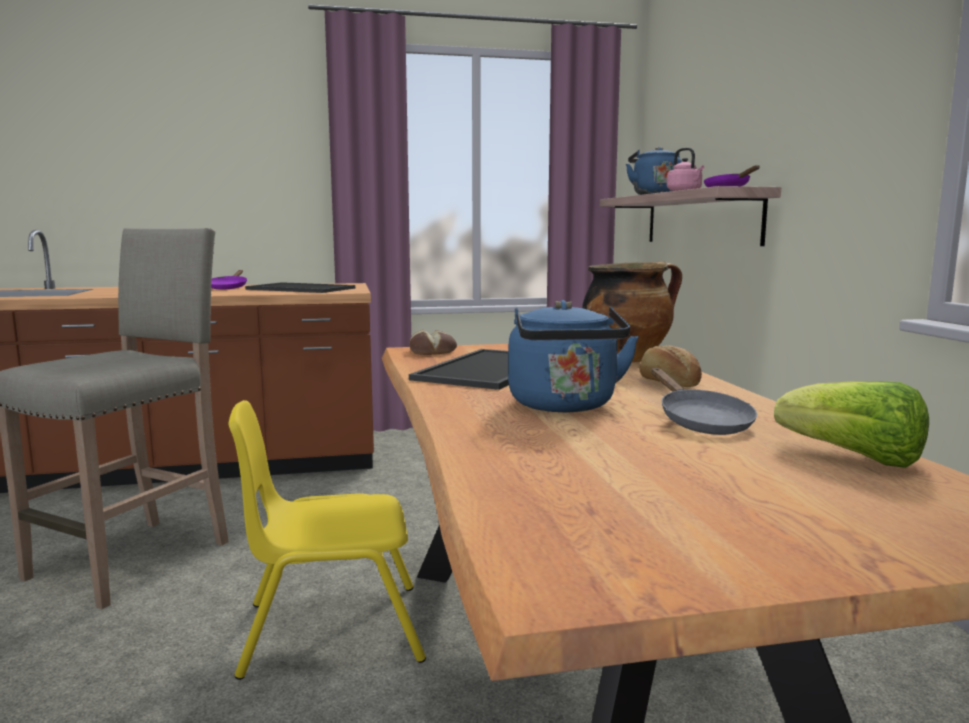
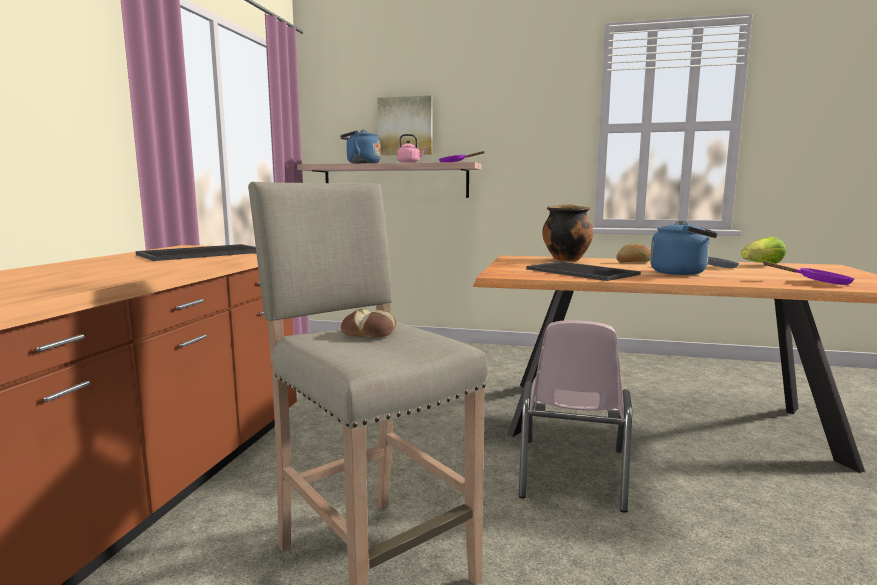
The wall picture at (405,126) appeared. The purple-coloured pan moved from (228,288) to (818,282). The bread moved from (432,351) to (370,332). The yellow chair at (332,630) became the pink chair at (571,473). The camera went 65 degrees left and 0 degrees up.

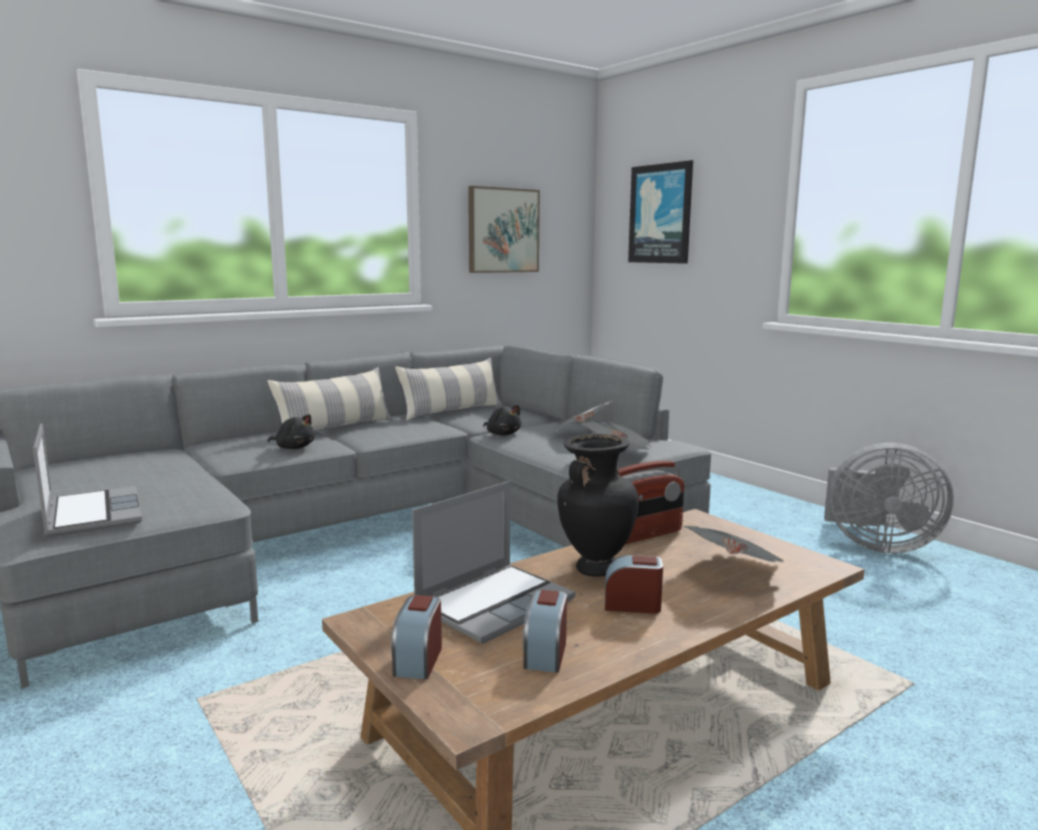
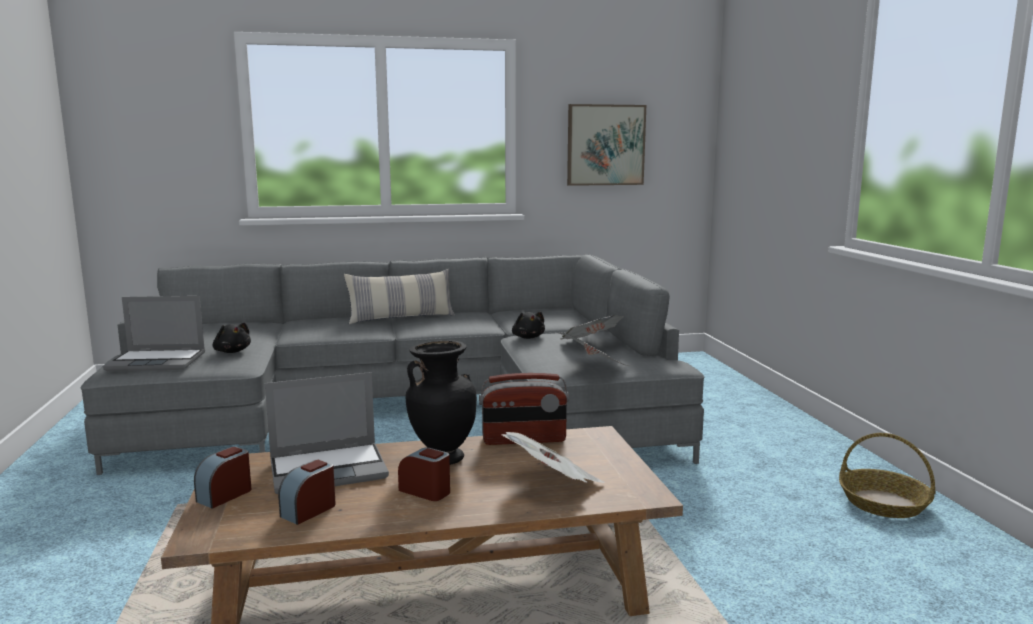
The cushion at (451,412) disappeared. The wall picture at (660,214) disappeared. The blackish cuddly toy moved from (294,447) to (232,351). The gray fan at (876,545) was replaced by the basket at (884,503). The laptop at (91,514) turned 90 degrees clockwise. The camera went 25 degrees right and 0 degrees up.

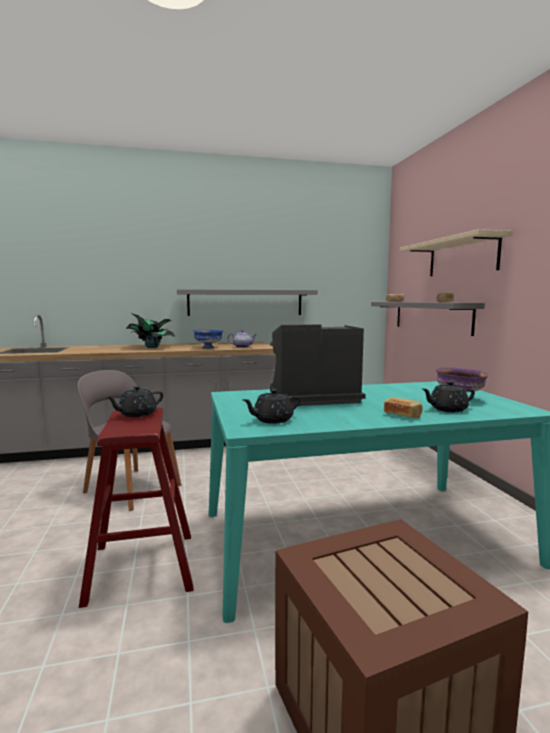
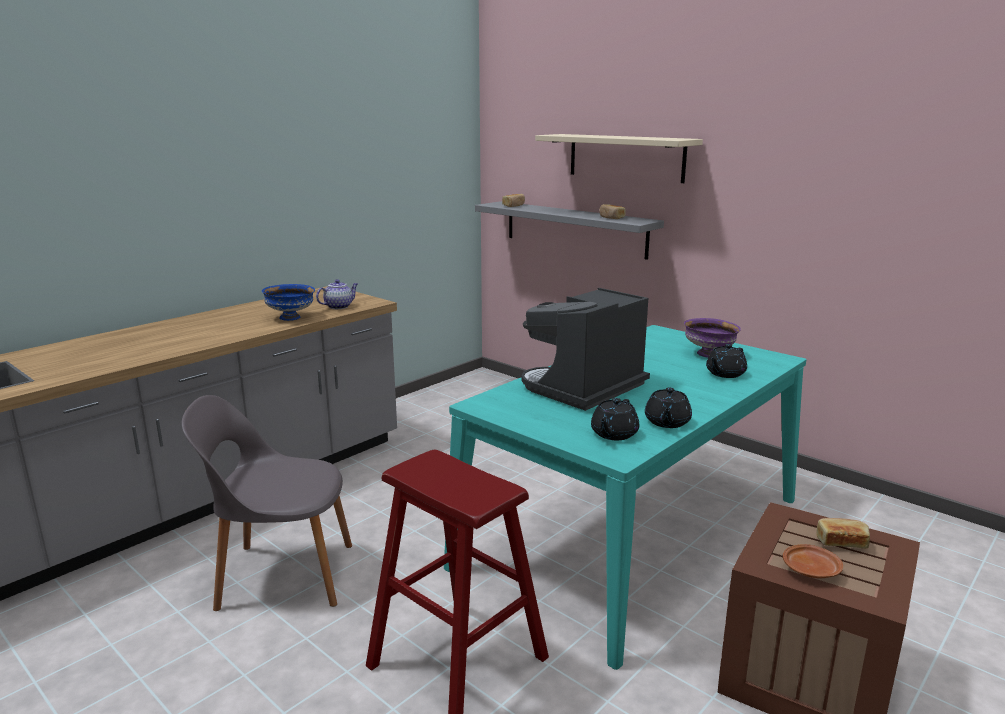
The plant in a pot at (152,347) disappeared. The gray wall shelf at (245,302) disappeared. The brownish flat dish at (811,570) appeared. The blackish teapot moved from (137,414) to (667,422). The bread moved from (402,415) to (841,542). The camera went 35 degrees left and 10 degrees up.

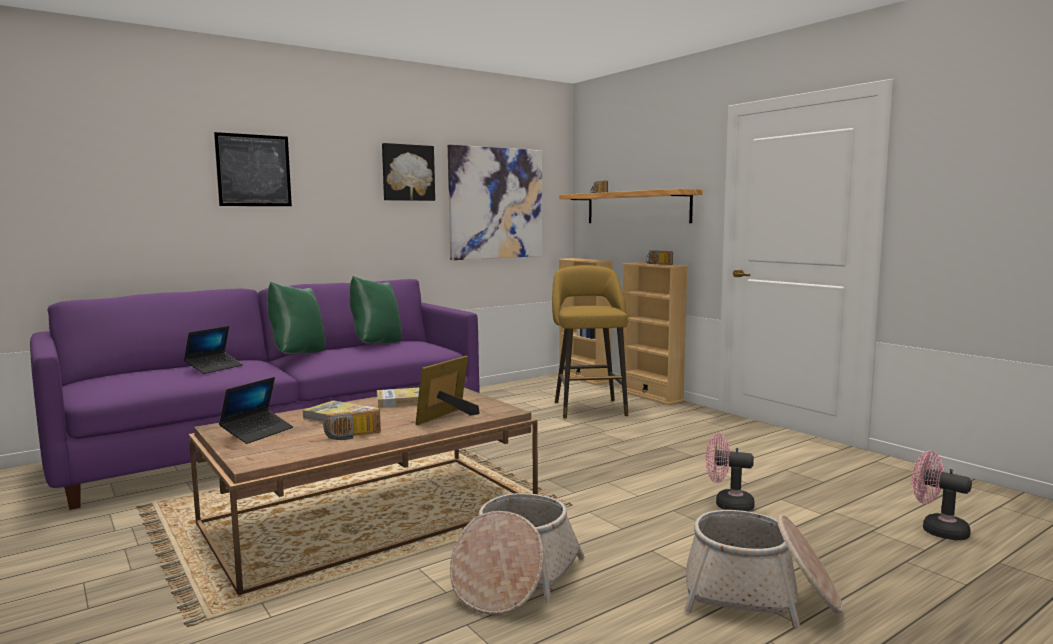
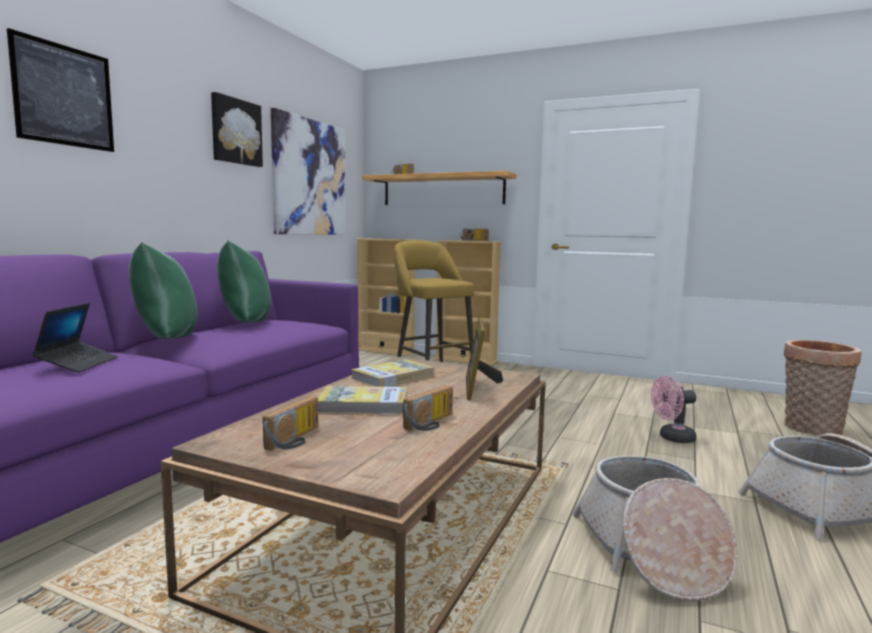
The laptop at (257,432) was replaced by the radio receiver at (296,439). The pink fan at (937,530) was replaced by the basket at (811,430). The camera went 30 degrees left and 0 degrees up.

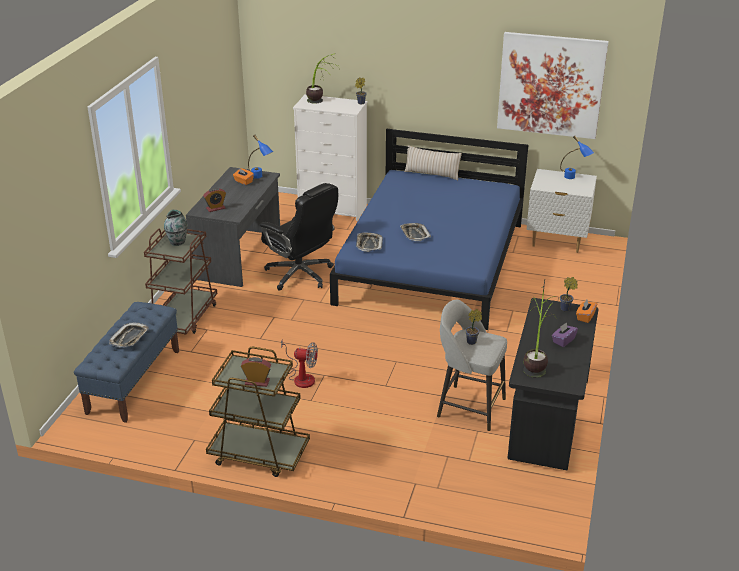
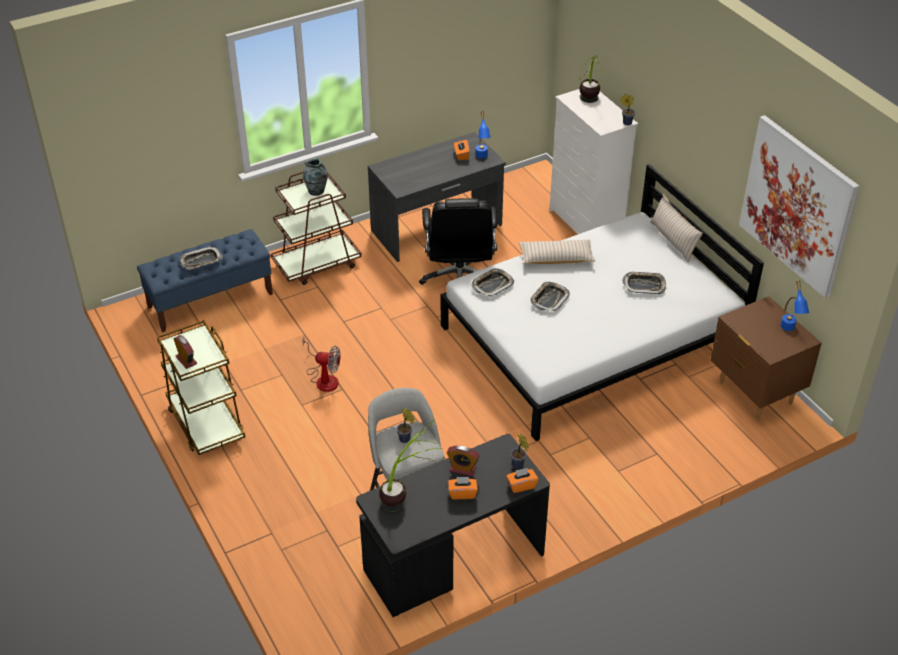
The beige cushion at (556,258) appeared. The serving tray at (644,285) appeared. The bedside clock moved from (215,208) to (462,469). The bluish sleeping bed at (432,262) became the white sleeping bed at (592,339). The white night table at (557,241) became the brownish night table at (754,393). The purple-coloured tissue box at (563,341) became the orange-coloured tissue box at (462,493). The fan at (301,377) turned 45 degrees counterclockwise. The camera went 45 degrees right and 10 degrees up.

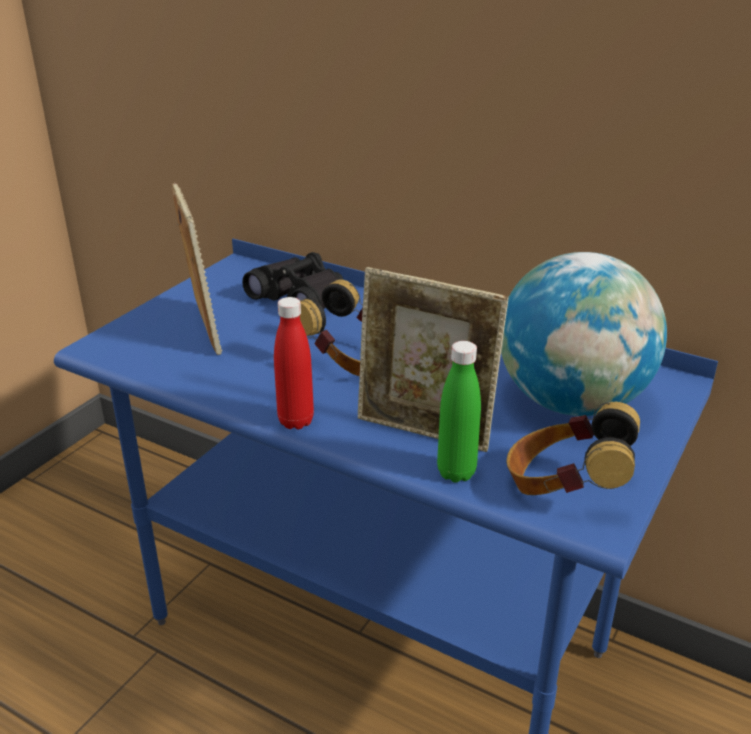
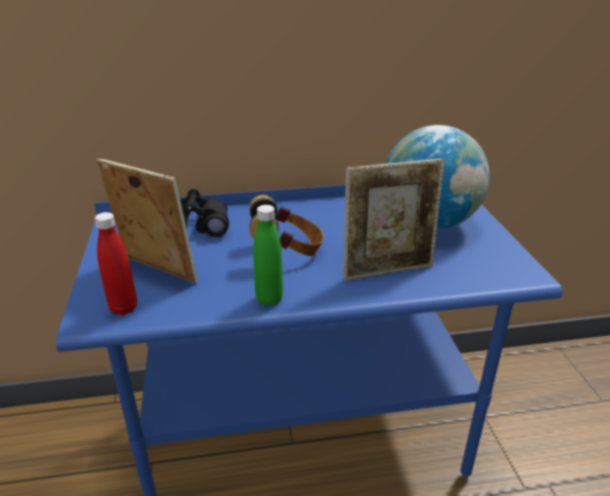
The headphones at (564,488) disappeared. The red-coloured drink bottle moved from (296,421) to (123,308). The green drink bottle moved from (456,472) to (269,299). The camera went 40 degrees left and 0 degrees up.

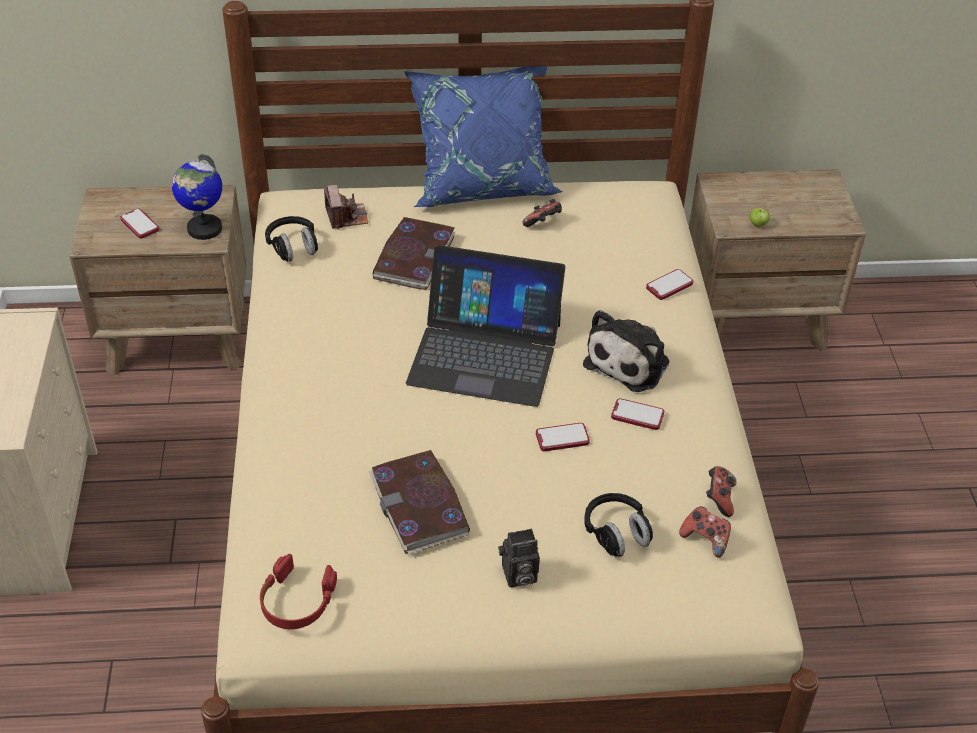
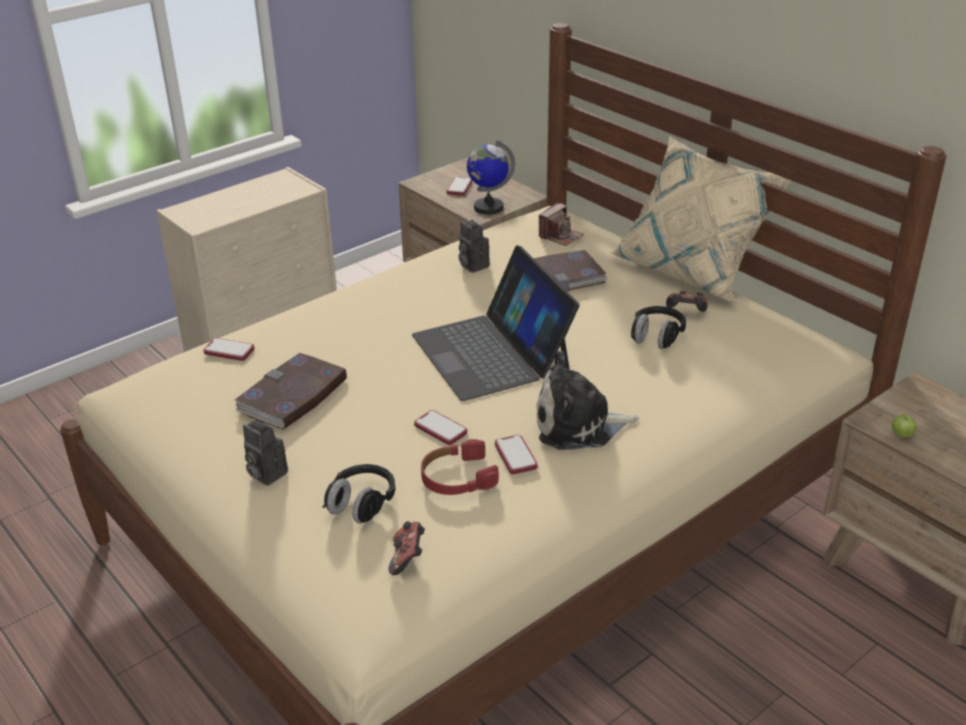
The joypad at (719,499) disappeared. The photo camera at (472,265) appeared. The red-coloured headphones moved from (296,601) to (457,477). The blackish headphones moved from (293,248) to (656,337). The handset moved from (669,286) to (229,351). The bluish cushion at (482,183) became the beige cushion at (692,270). The camera went 55 degrees right and 10 degrees down.

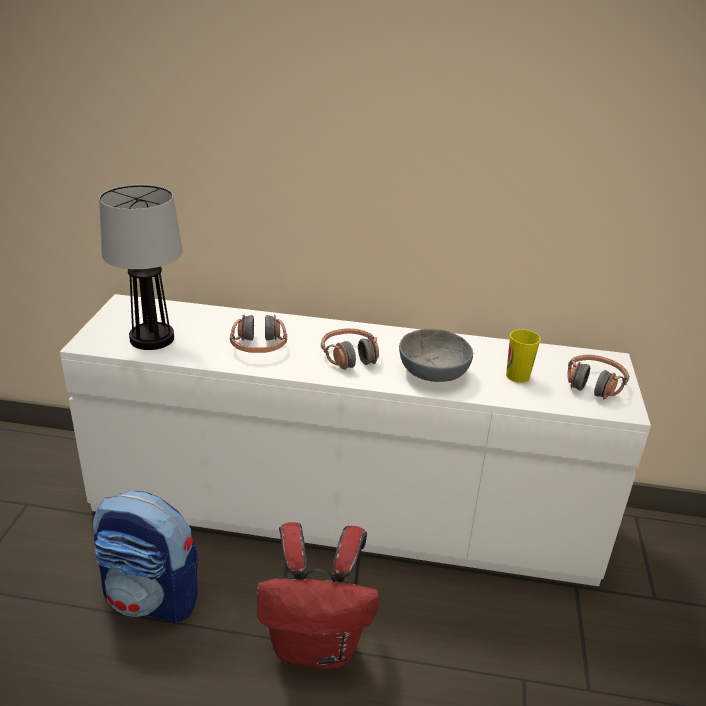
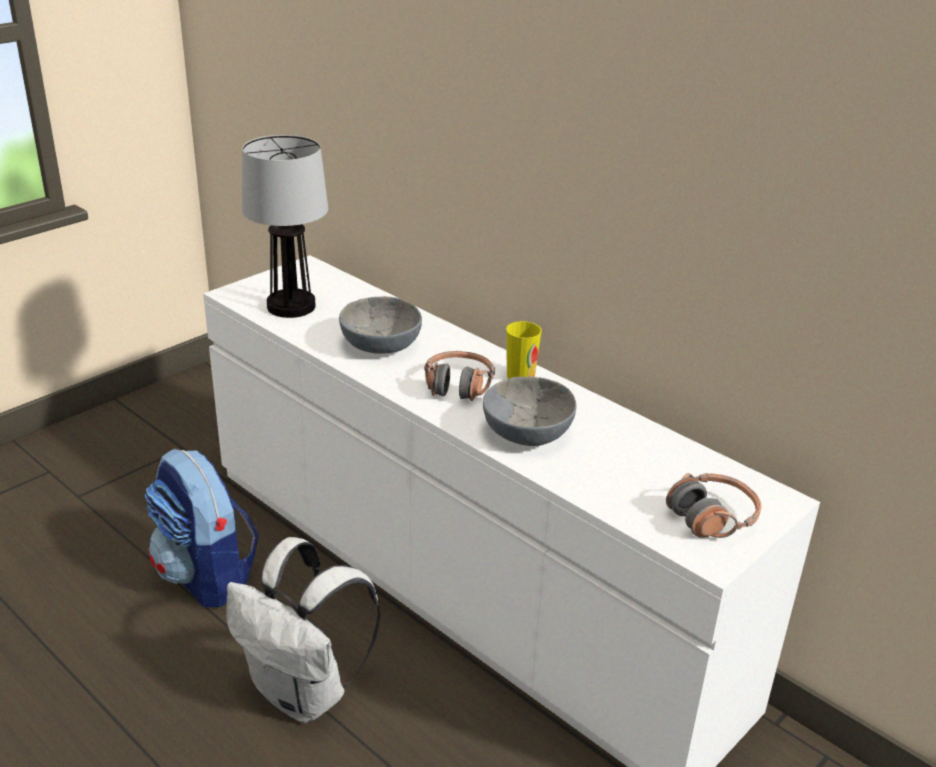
The drinking cup moved from (517,376) to (520,376). The headphones at (259,346) was replaced by the gray serving bowl at (379,345). The red-coloured rucksack at (317,646) became the white rucksack at (304,693). The camera went 35 degrees right and 0 degrees up.

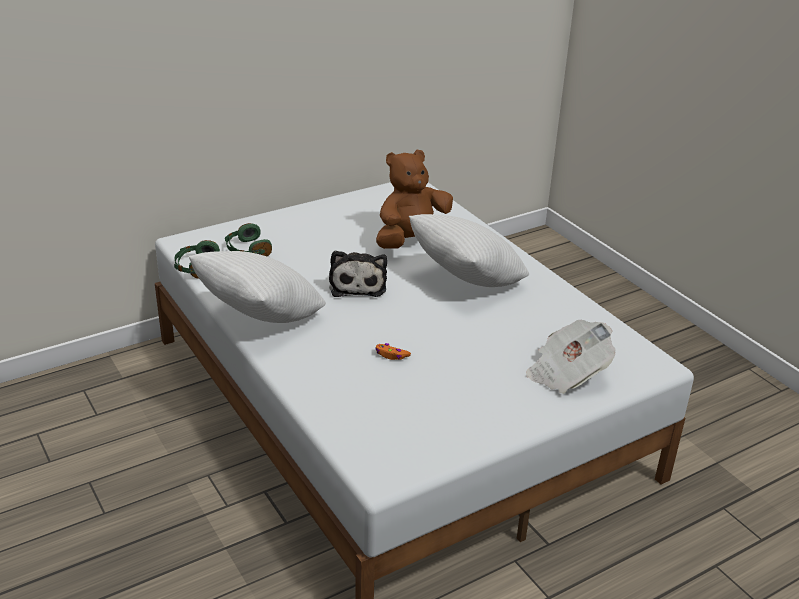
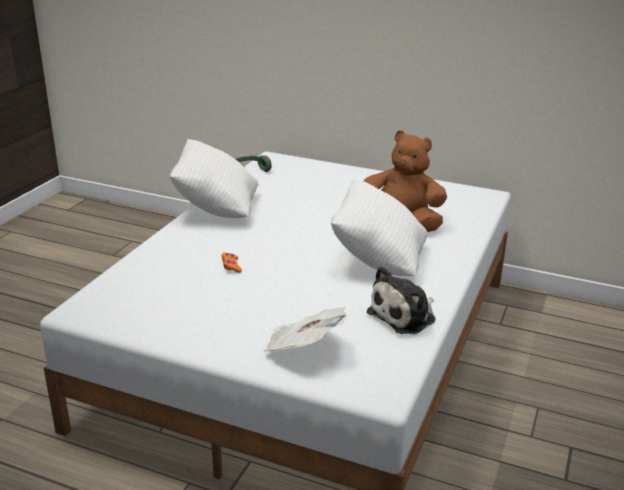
The green headphones at (247,250) disappeared. The cuddly toy moved from (357,284) to (405,316). The camera went 55 degrees right and 5 degrees down.

